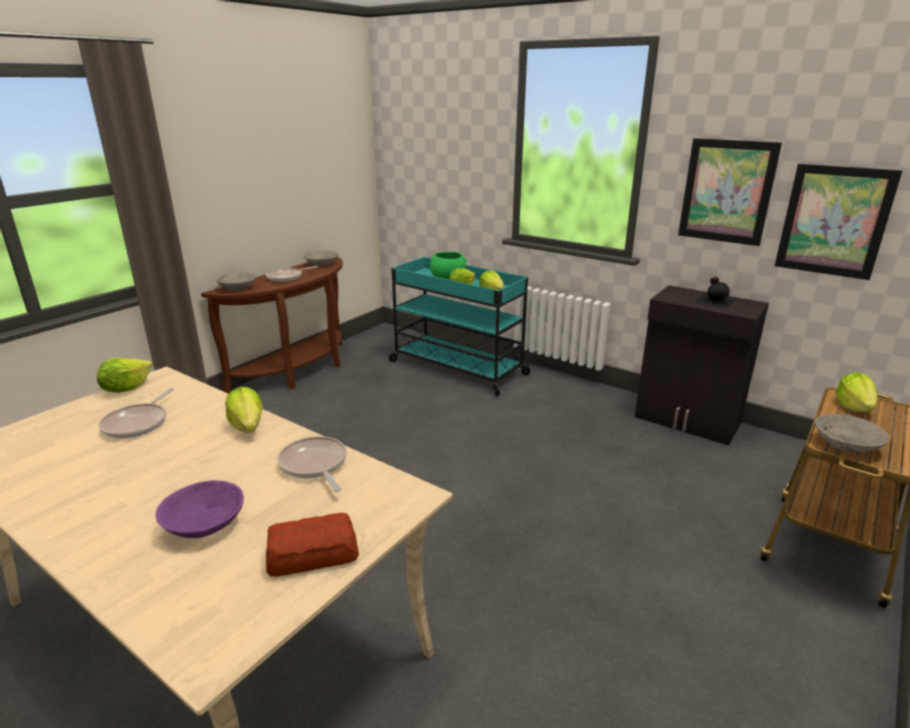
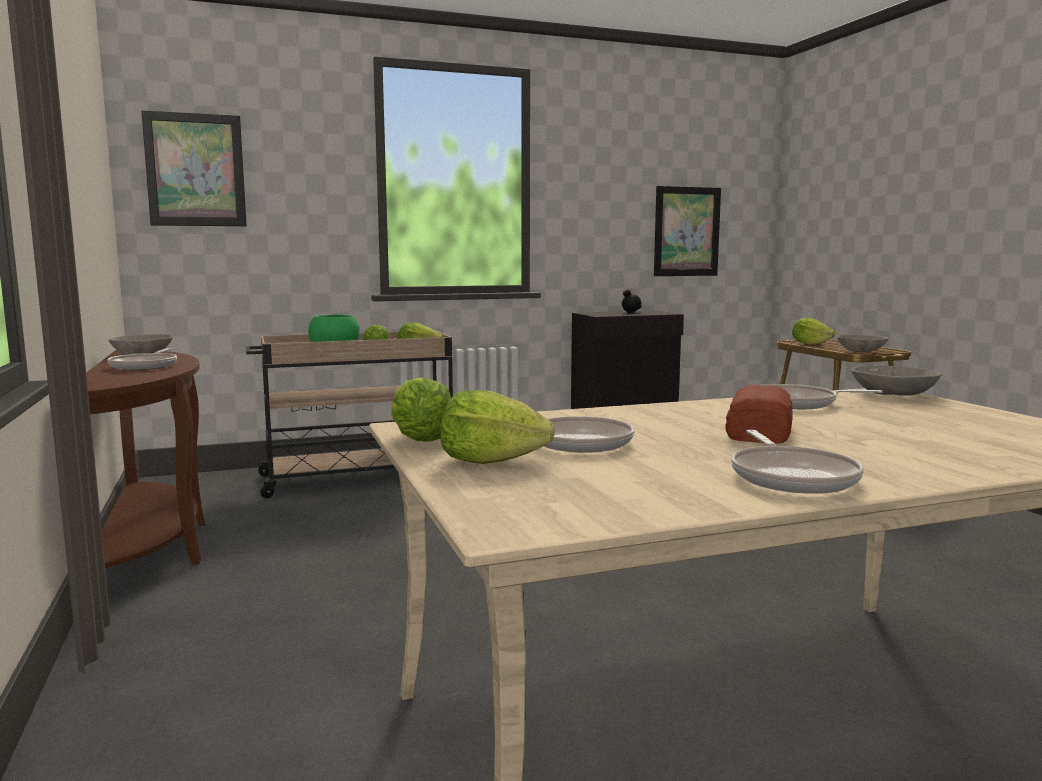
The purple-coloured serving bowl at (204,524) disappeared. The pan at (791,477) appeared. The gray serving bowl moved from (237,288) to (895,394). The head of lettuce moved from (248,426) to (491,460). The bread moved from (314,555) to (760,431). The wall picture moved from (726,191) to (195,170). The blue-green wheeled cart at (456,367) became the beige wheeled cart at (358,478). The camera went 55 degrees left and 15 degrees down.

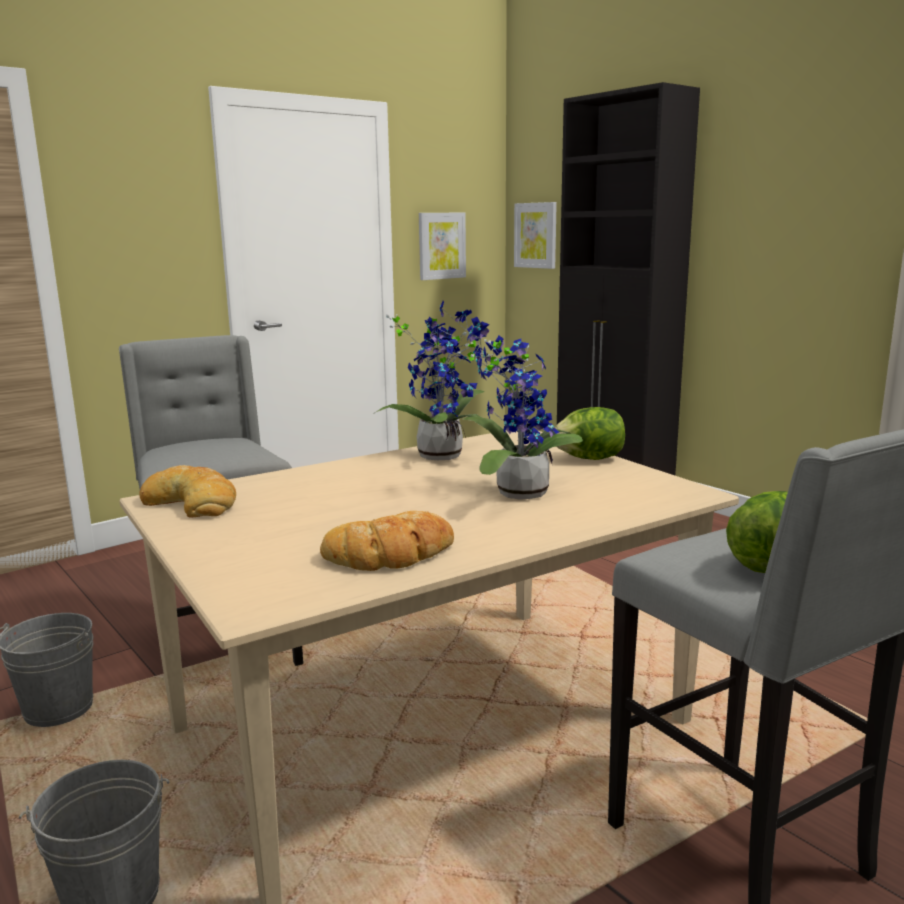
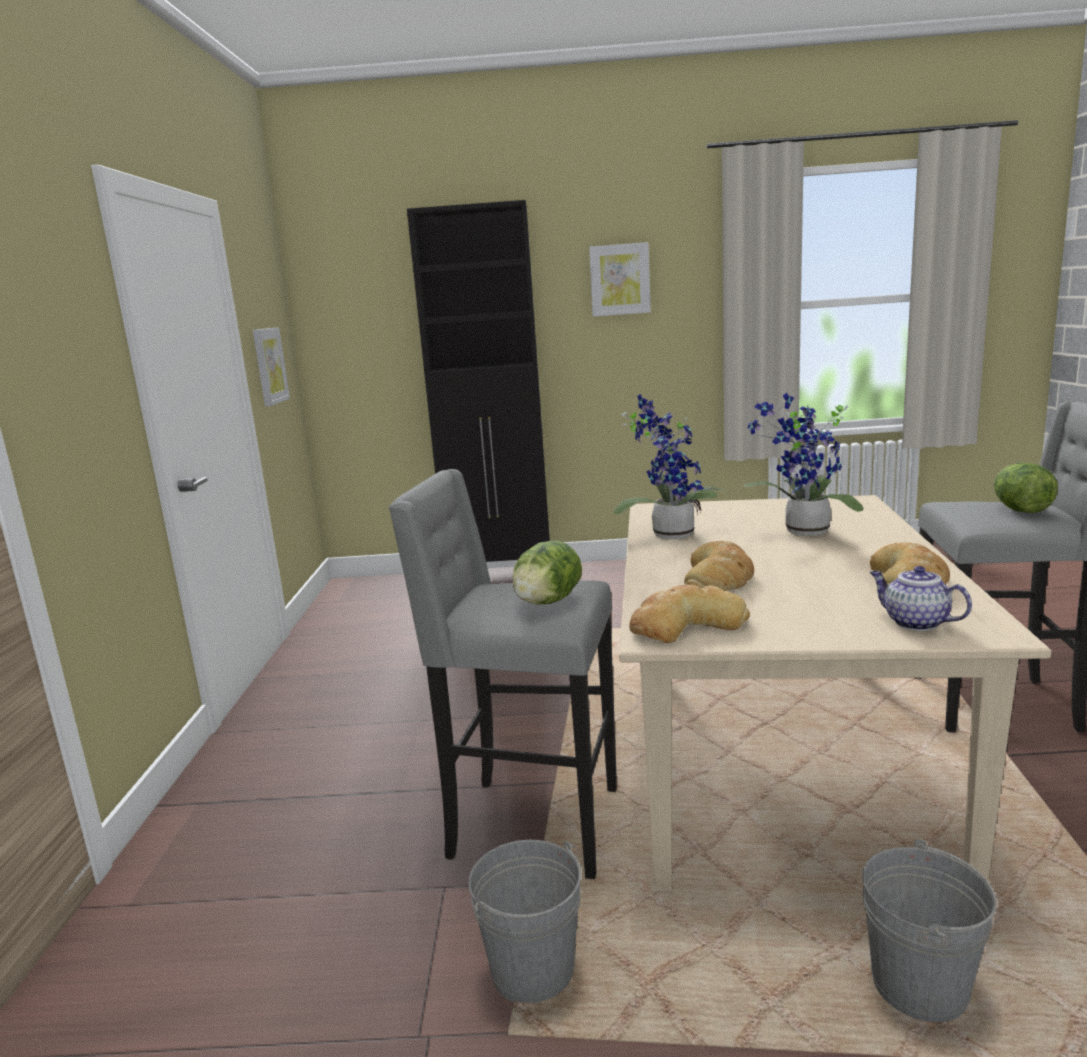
The bread at (719,577) appeared. The teapot at (914,622) appeared. The wall picture moved from (536,235) to (619,279). The head of lettuce moved from (589,459) to (547,602). The camera went 50 degrees left and 0 degrees up.

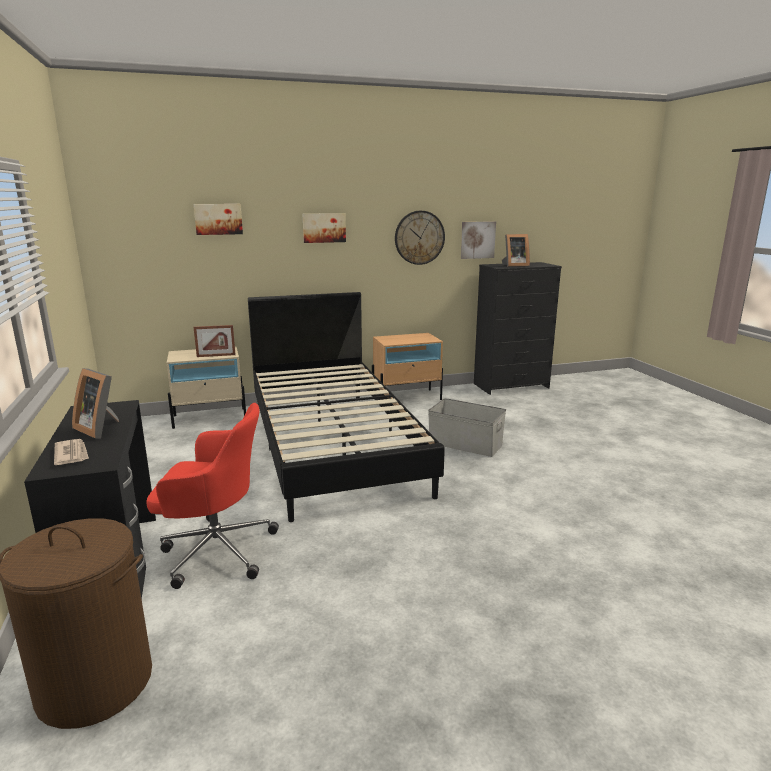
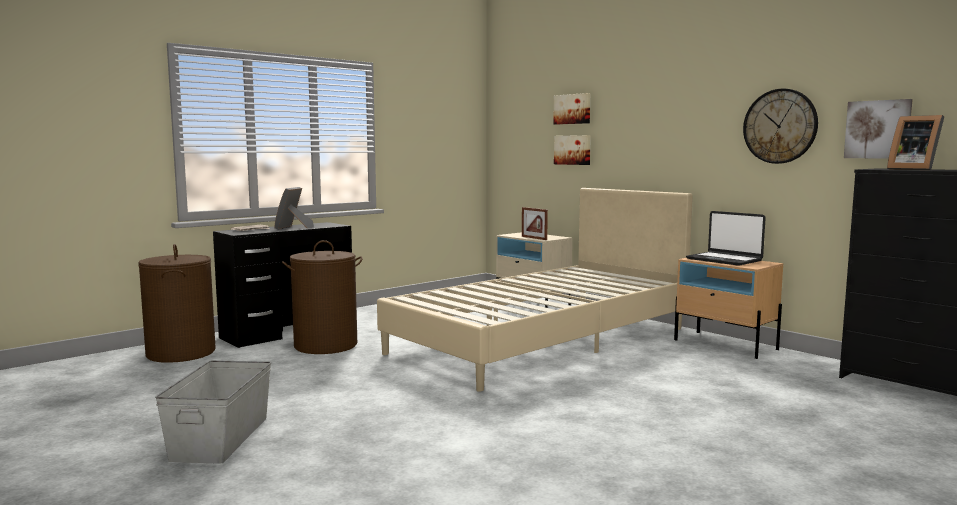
The laptop at (724,260) appeared. The wall picture moved from (324,228) to (573,150). The gray storage bin moved from (465,444) to (222,437). The red-coloured office chair at (215,550) was replaced by the brownish washing basket at (325,345). The blackish sleeping bed at (332,444) became the beige sleeping bed at (542,340). The camera went 65 degrees right and 10 degrees down.

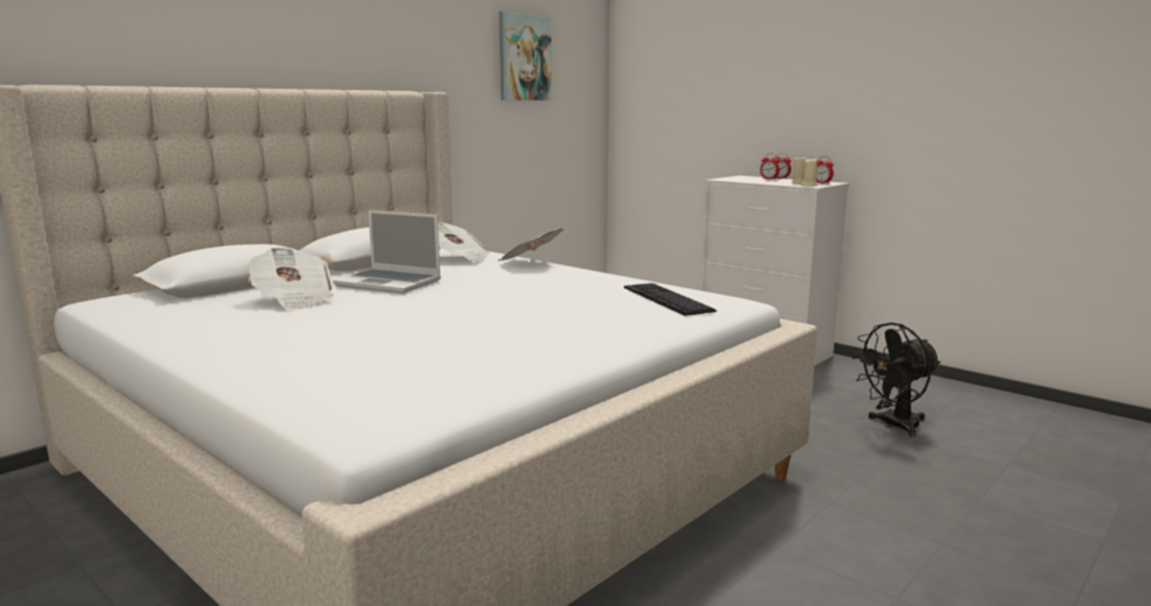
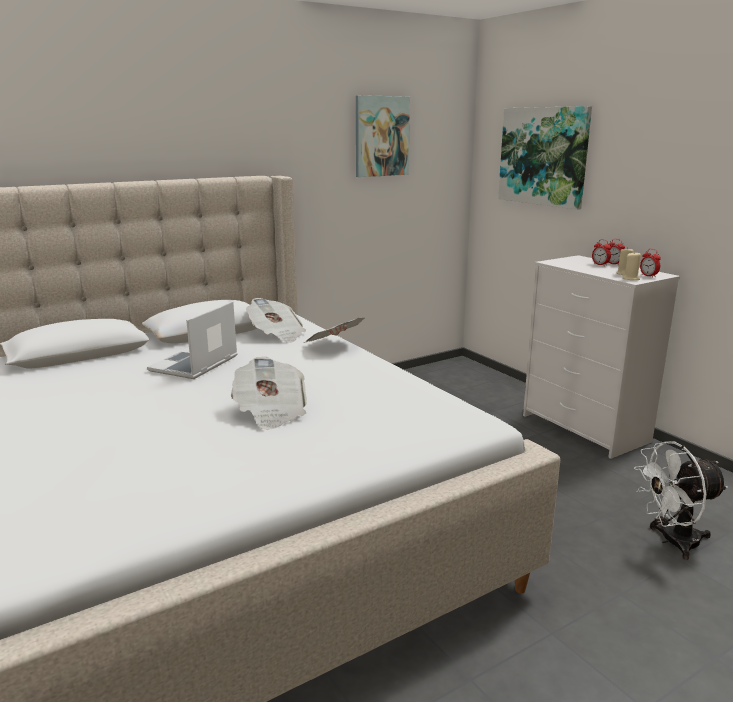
The PC keyboard at (667,299) disappeared. The wall picture at (543,156) appeared. The newspaper moved from (293,300) to (270,412). The blackish fan at (893,426) became the white fan at (672,541). The laptop at (390,283) turned 75 degrees clockwise. The camera went 15 degrees right and 5 degrees up.

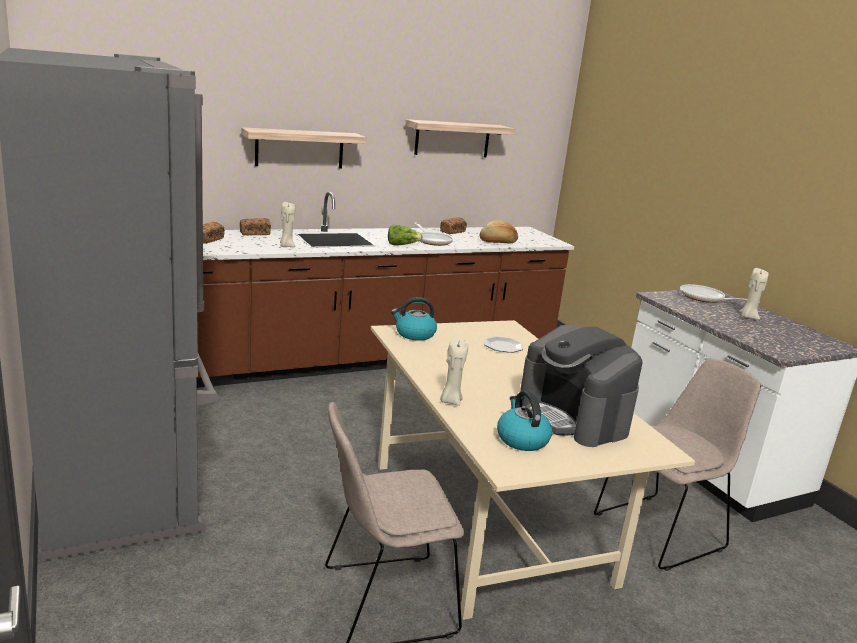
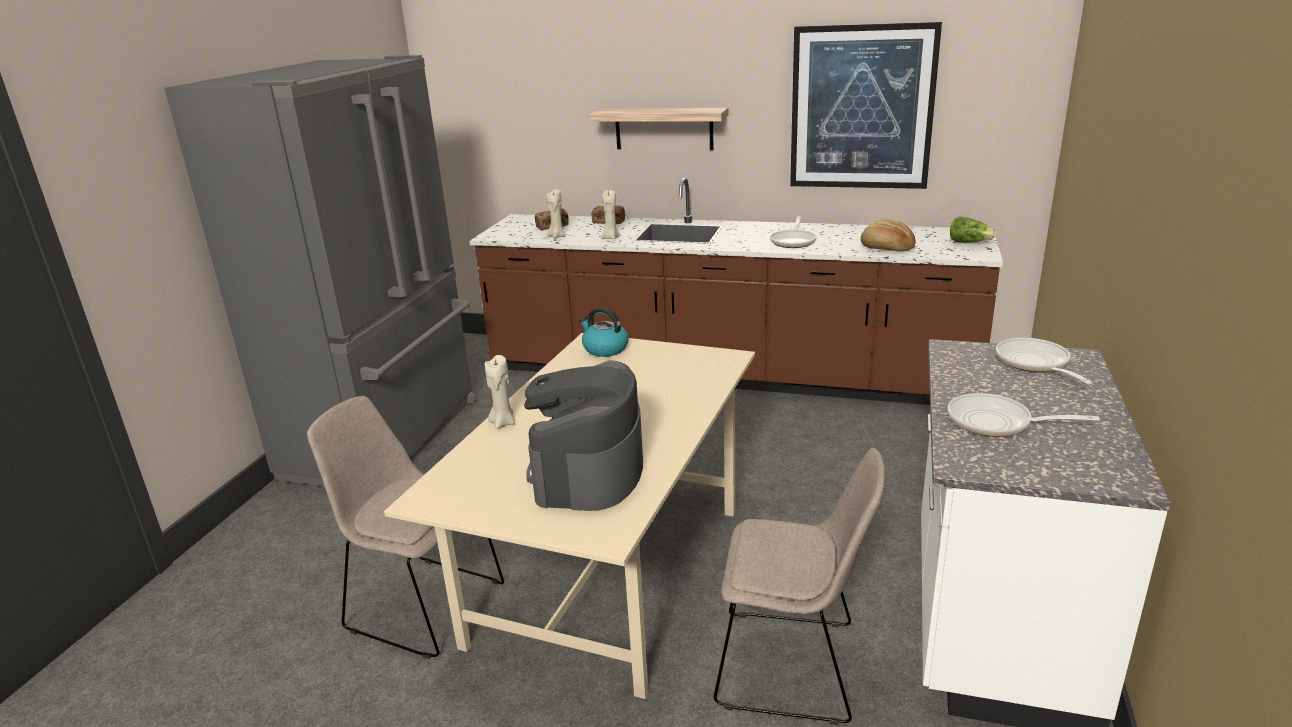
The bread at (452,232) disappeared. The flat dish at (503,346) disappeared. The kettle at (521,439) disappeared. The pan at (996,423) appeared. The head of lettuce moved from (402,245) to (969,242). The beige candle moved from (748,317) to (557,236). The wall shelf at (452,139) was replaced by the wall picture at (861,108). The camera went 45 degrees right and 5 degrees up.

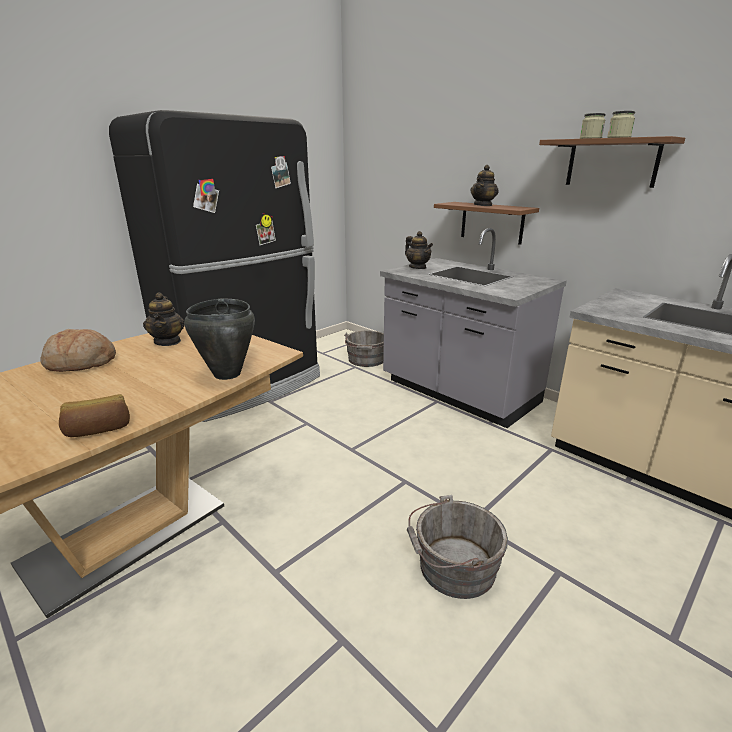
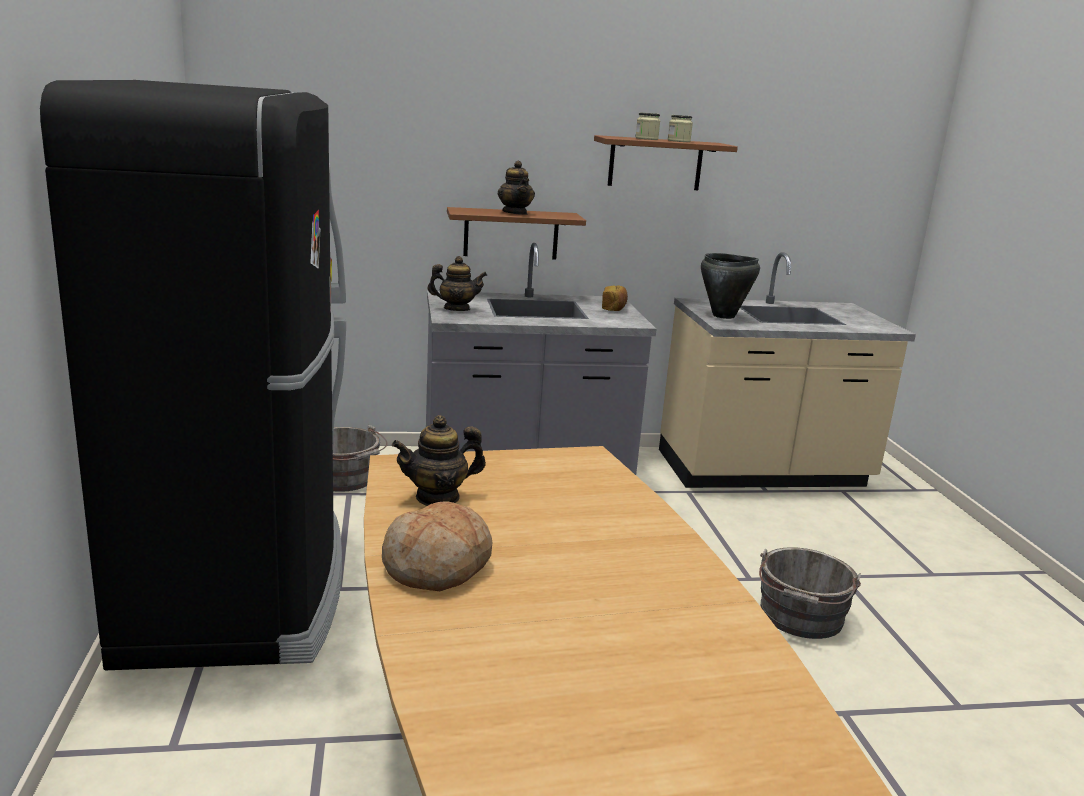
The bread moved from (99,430) to (614,308). The blackish stockpot moved from (226,374) to (724,316). The teapot at (168,342) turned 135 degrees clockwise. The camera went 55 degrees left and 5 degrees down.

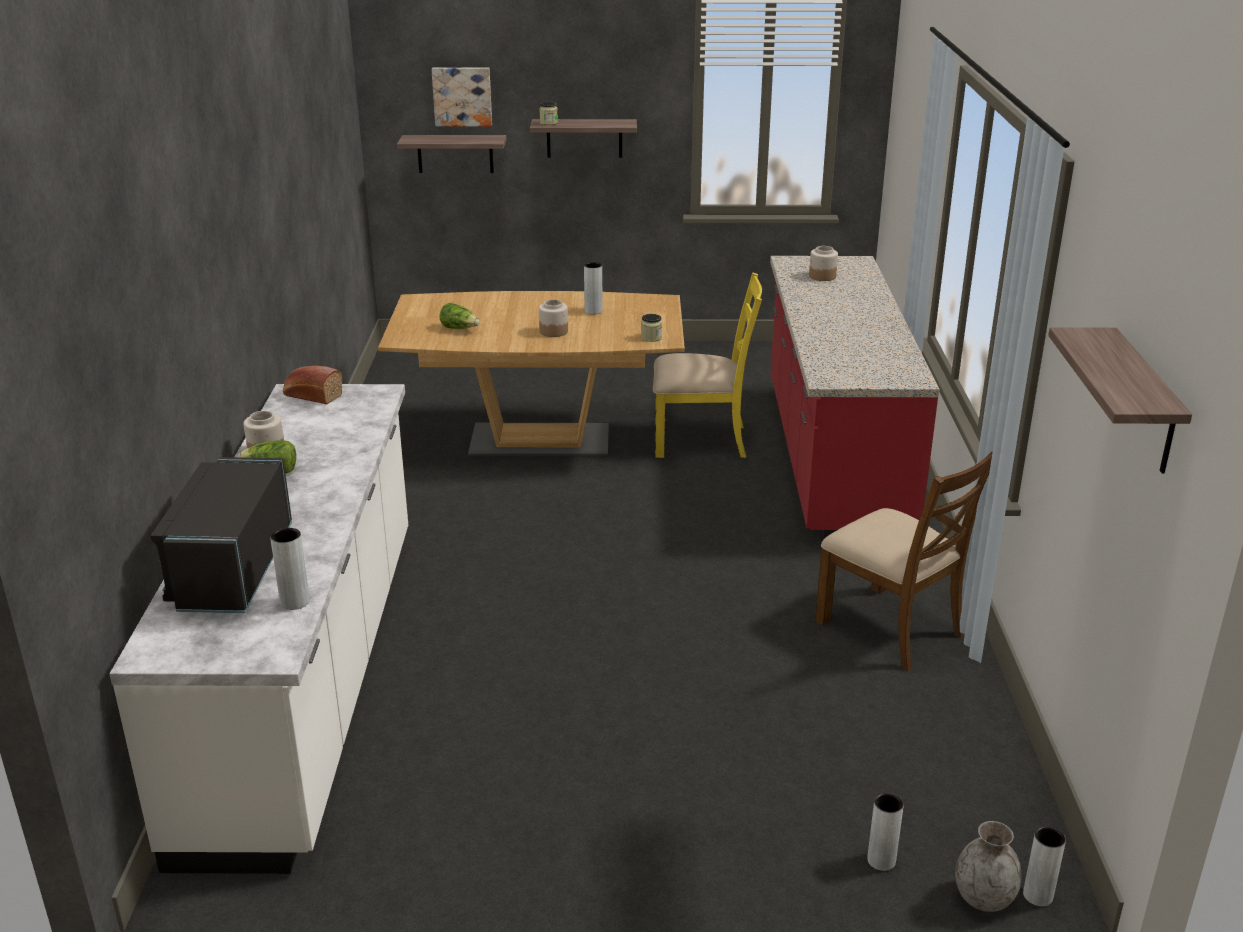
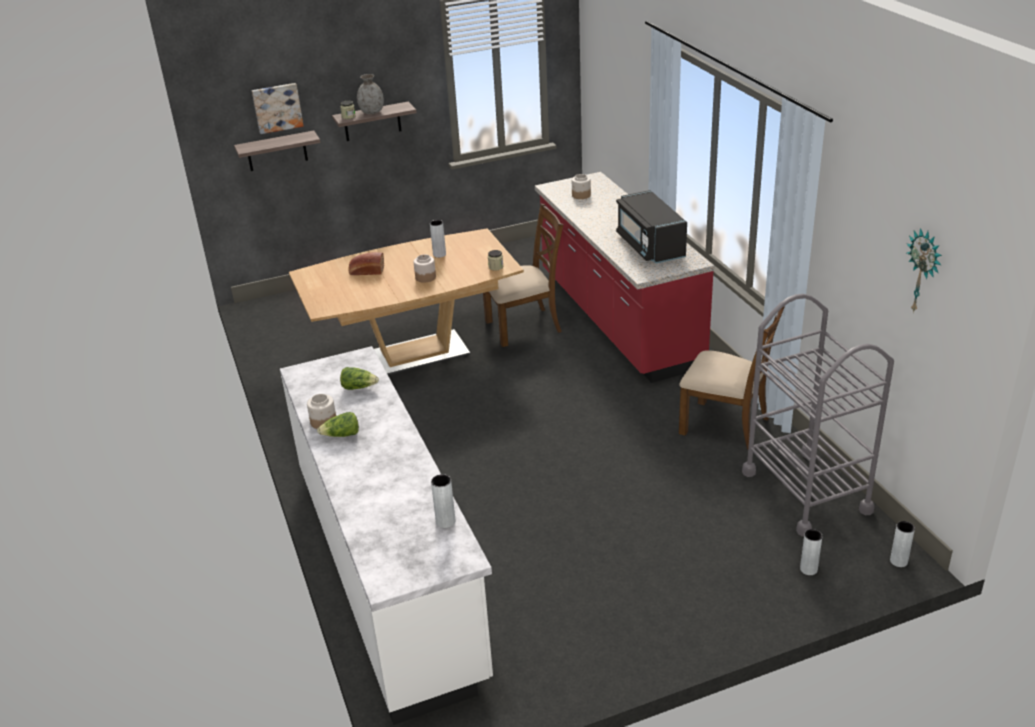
The gray wheeled cart at (806,491) appeared. The blackish microwave oven moved from (232,570) to (650,246). The bread moved from (311,395) to (366,271). The head of lettuce moved from (460,328) to (359,387). The gray flower vase moved from (984,898) to (372,112). The wall shelf at (1144,403) was replaced by the clock on the wall at (923,271). The yellow chair at (701,440) became the brownish chair at (524,326). The camera went 20 degrees left and 5 degrees up.

